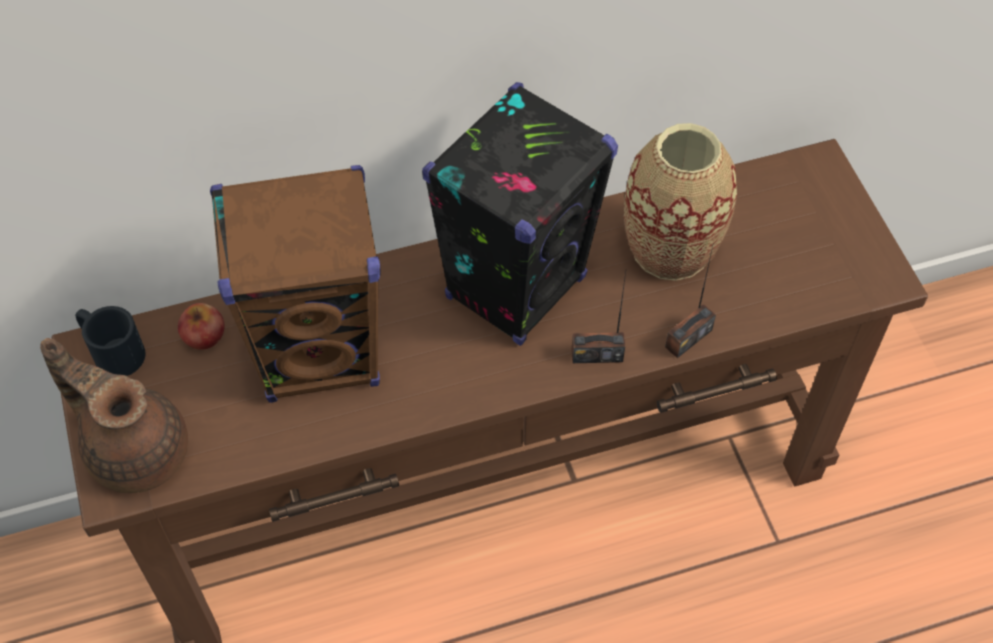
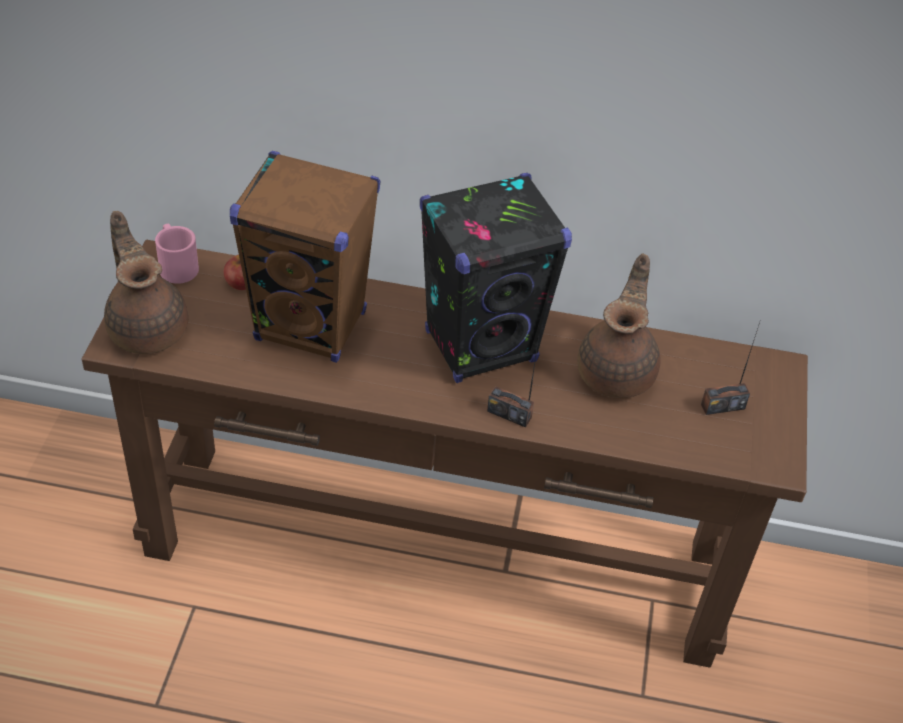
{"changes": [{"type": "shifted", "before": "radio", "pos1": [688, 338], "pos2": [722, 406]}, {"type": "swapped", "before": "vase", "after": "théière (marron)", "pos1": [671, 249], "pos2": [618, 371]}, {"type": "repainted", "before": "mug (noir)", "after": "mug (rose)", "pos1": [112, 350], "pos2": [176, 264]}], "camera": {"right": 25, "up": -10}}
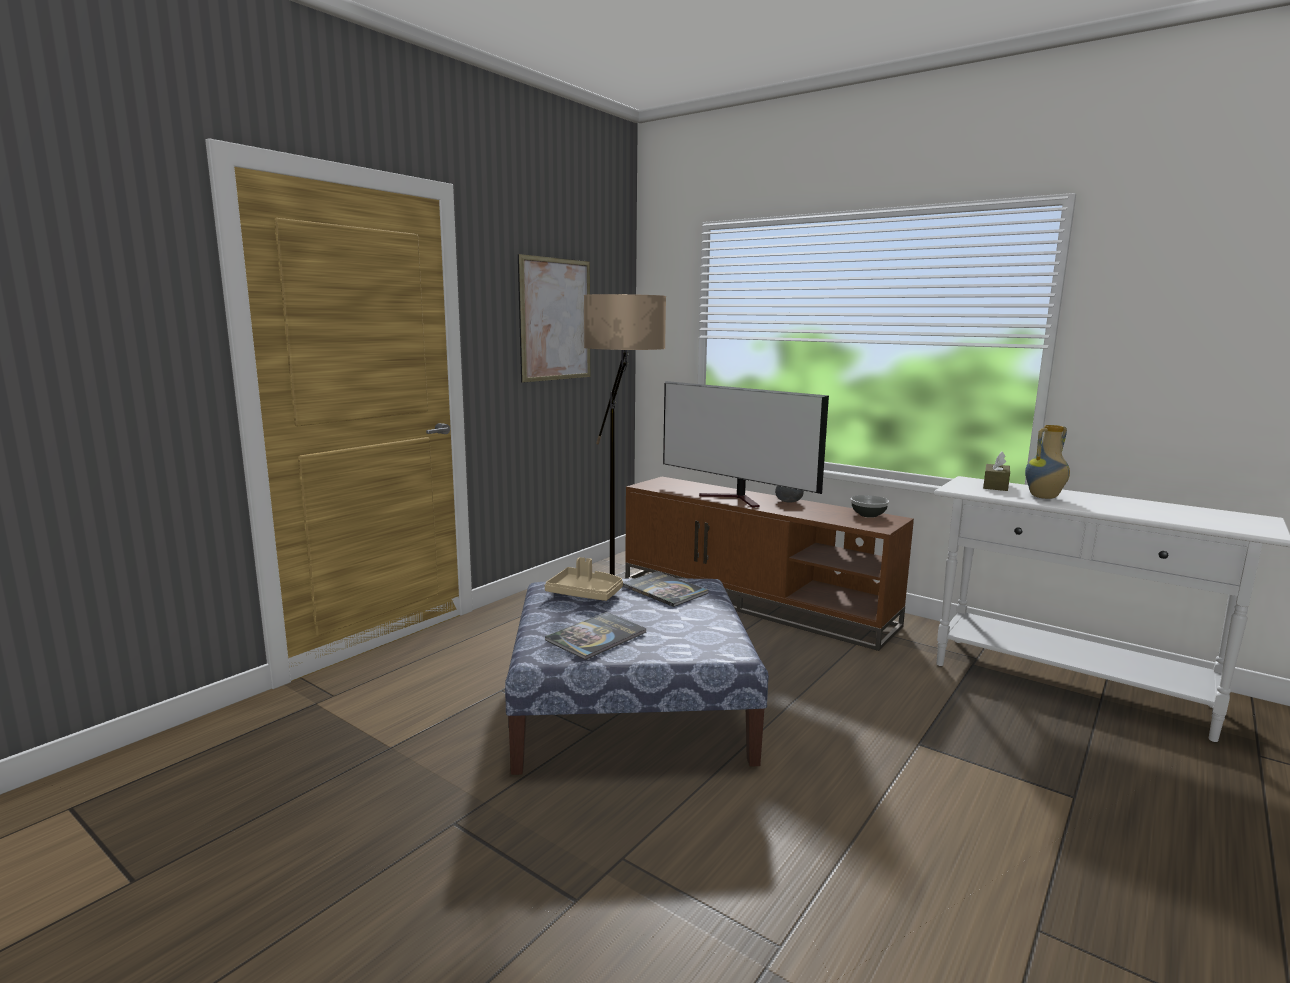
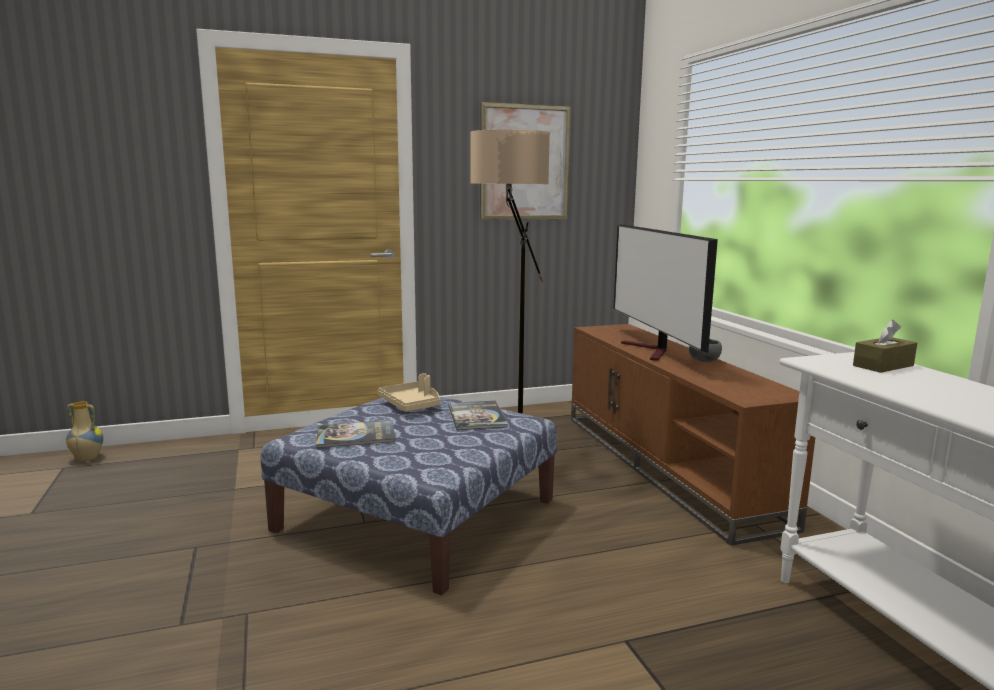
{"changes": [{"type": "gone", "before": "bol", "pos1": [868, 515]}, {"type": "shifted", "before": "vase", "pos1": [1044, 497], "pos2": [86, 459]}], "camera": {"right": 35, "up": 0}}
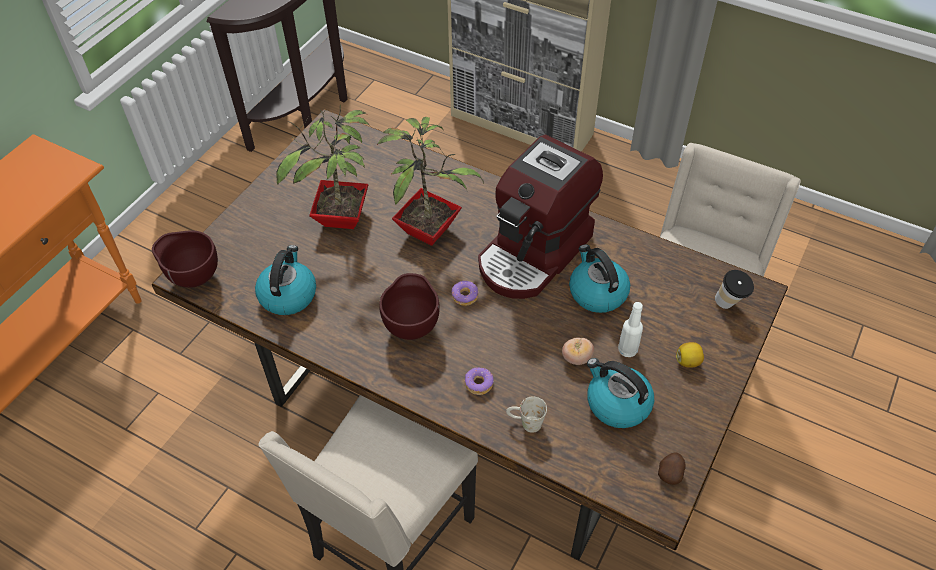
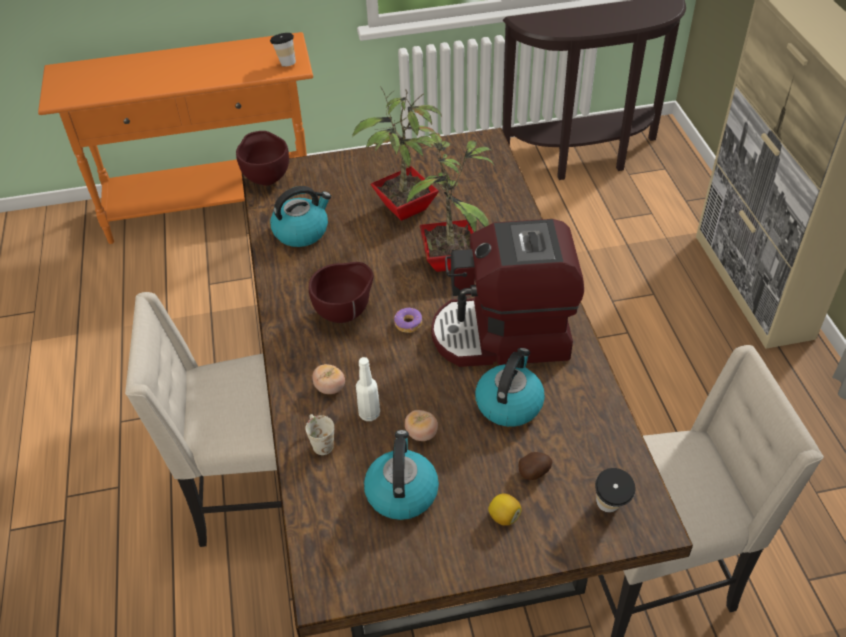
{"changes": [{"type": "new", "after": "tasse", "pos2": [285, 63]}, {"type": "shifted", "before": "bouteille (blanc)", "pos1": [627, 350], "pos2": [369, 414]}, {"type": "shifted", "before": "pomme de terre", "pos1": [670, 473], "pos2": [534, 472]}, {"type": "swapped", "before": "beignet", "after": "tomate", "pos1": [478, 384], "pos2": [330, 388]}], "camera": {"right": 50, "up": -5}}
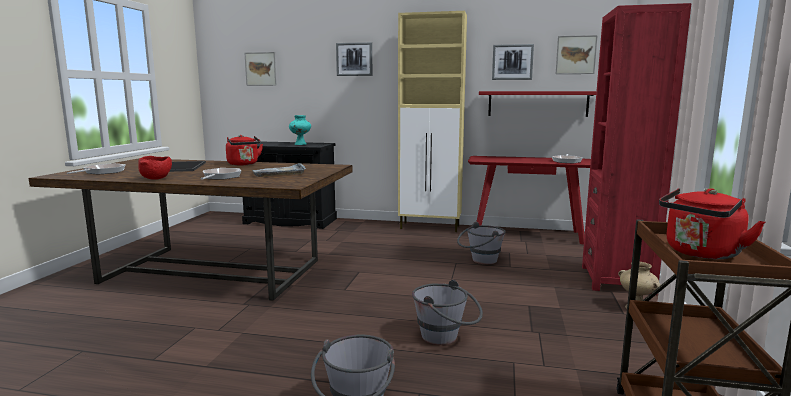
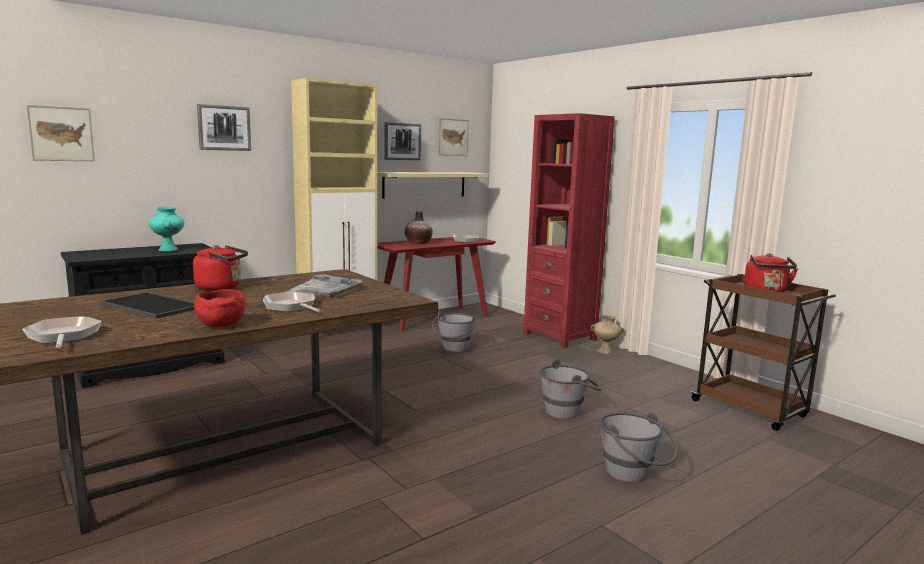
{"changes": [{"type": "new", "after": "vase", "pos2": [418, 243]}, {"type": "repainted", "before": "étagère (rouge)", "after": "étagère (beige)", "pos1": [537, 103], "pos2": [424, 184]}], "camera": {"right": -50, "up": 0}}
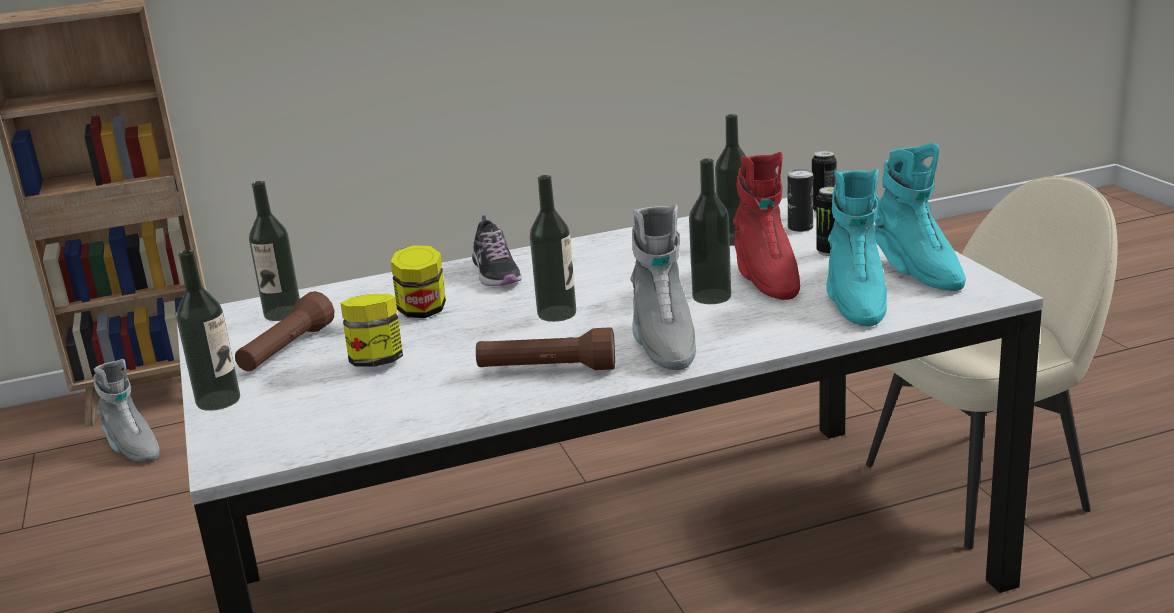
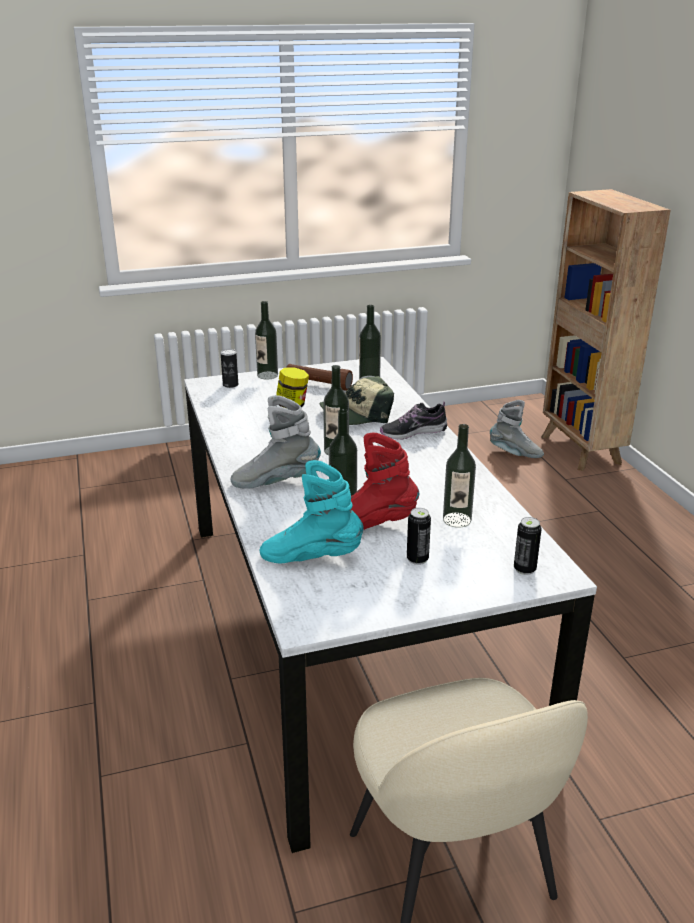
{"changes": [{"type": "gone", "before": "lampe de poche (marron)", "pos1": [547, 370]}, {"type": "gone", "before": "botte (turquoise)", "pos1": [916, 272]}, {"type": "shifted", "before": "boîte métallique", "pos1": [800, 228], "pos2": [230, 385]}, {"type": "swapped", "before": "bocal", "after": "casquette", "pos1": [422, 311], "pos2": [356, 413]}, {"type": "rotated", "before": "botte (gris)", "pos1": [132, 448], "pos2": [515, 453], "turn": -120}], "camera": {"right": 90, "up": 5}}
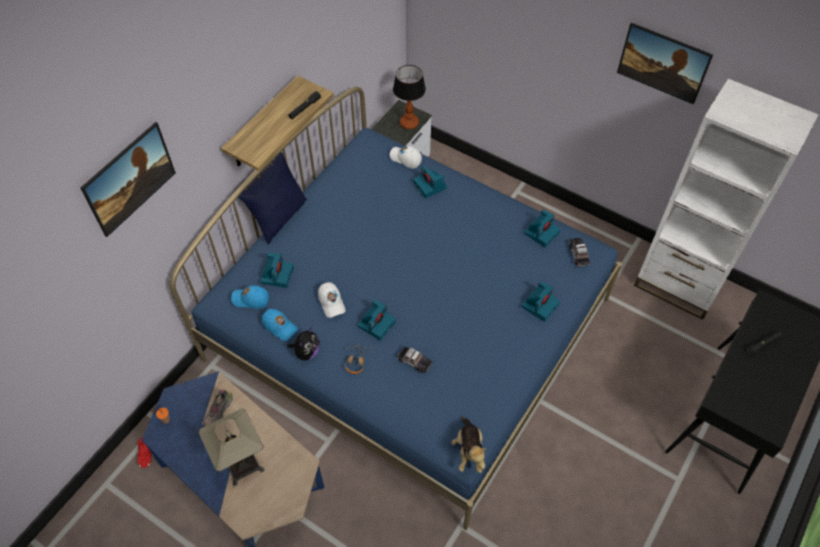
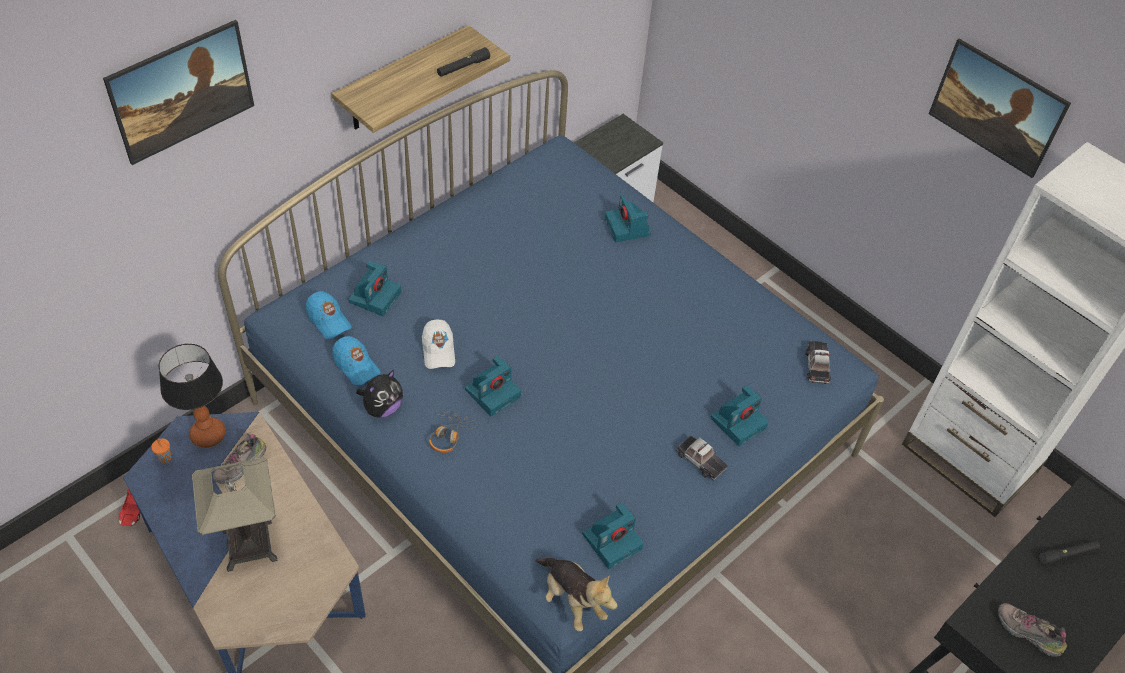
{"changes": [{"type": "gone", "before": "coussin (bleu)", "pos1": [278, 218]}, {"type": "gone", "before": "casquette (blanc)", "pos1": [406, 159]}, {"type": "new", "after": "chaussure", "pos2": [1027, 633]}, {"type": "shifted", "before": "lampe de table", "pos1": [409, 123], "pos2": [209, 435]}, {"type": "shifted", "before": "petite voiture", "pos1": [414, 361], "pos2": [700, 460]}, {"type": "shifted", "before": "appareil photo", "pos1": [541, 232], "pos2": [613, 540]}, {"type": "rotated", "before": "casquette (bleu)", "pos1": [251, 299], "pos2": [328, 320], "turn": -150}, {"type": "rotated", "before": "peluche", "pos1": [469, 451], "pos2": [572, 600], "turn": -45}], "camera": {"right": 10, "up": -5}}
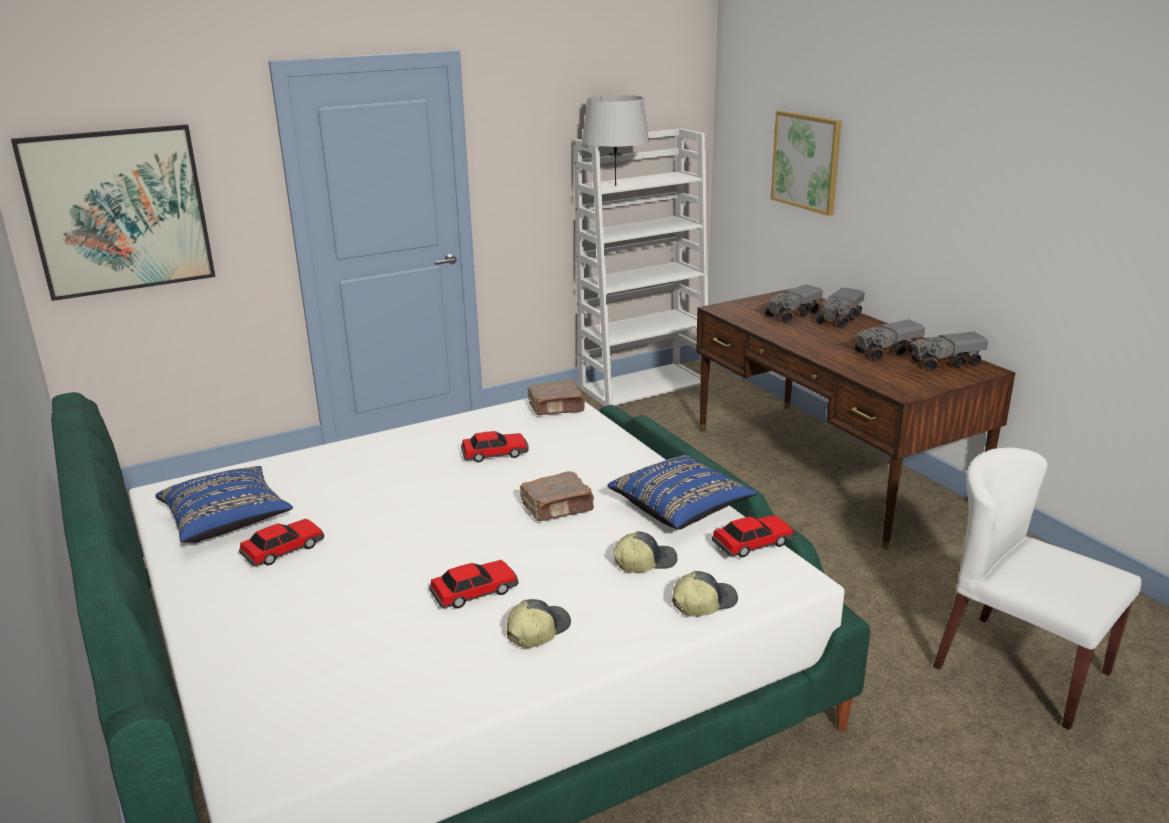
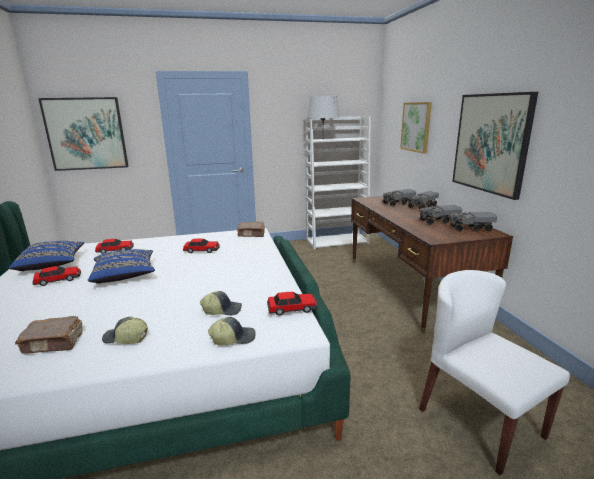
{"changes": [{"type": "new", "after": "tableau", "pos2": [491, 143]}, {"type": "shifted", "before": "petite voiture", "pos1": [475, 592], "pos2": [115, 250]}, {"type": "shifted", "before": "livre (marron)", "pos1": [558, 508], "pos2": [54, 343]}, {"type": "shifted", "before": "coussin (bleu)", "pos1": [681, 508], "pos2": [125, 275]}, {"type": "rotated", "before": "casquette", "pos1": [537, 631], "pos2": [125, 339], "turn": -135}], "camera": {"right": 15, "up": -5}}
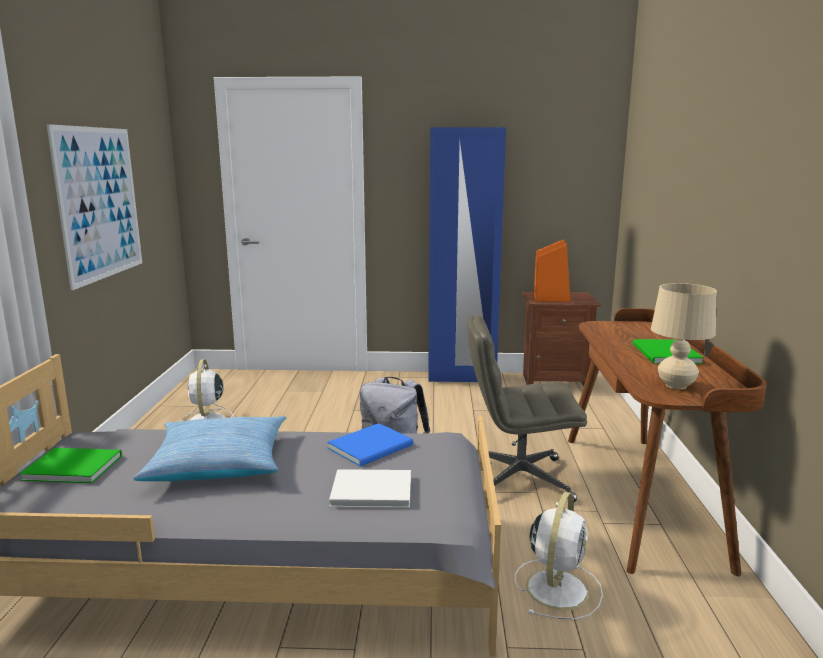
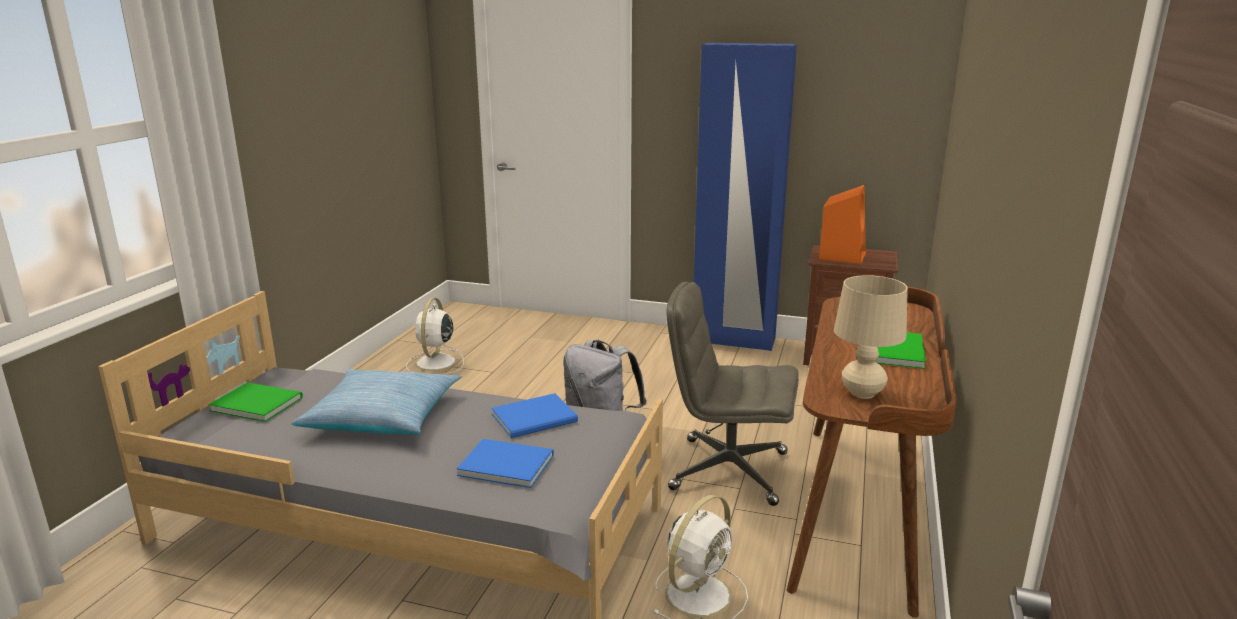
{"changes": [{"type": "gone", "before": "tableau", "pos1": [100, 203]}, {"type": "repainted", "before": "livre (blanc)", "after": "livre (bleu)", "pos1": [369, 489], "pos2": [504, 464]}], "camera": {"right": 15, "up": 5}}
